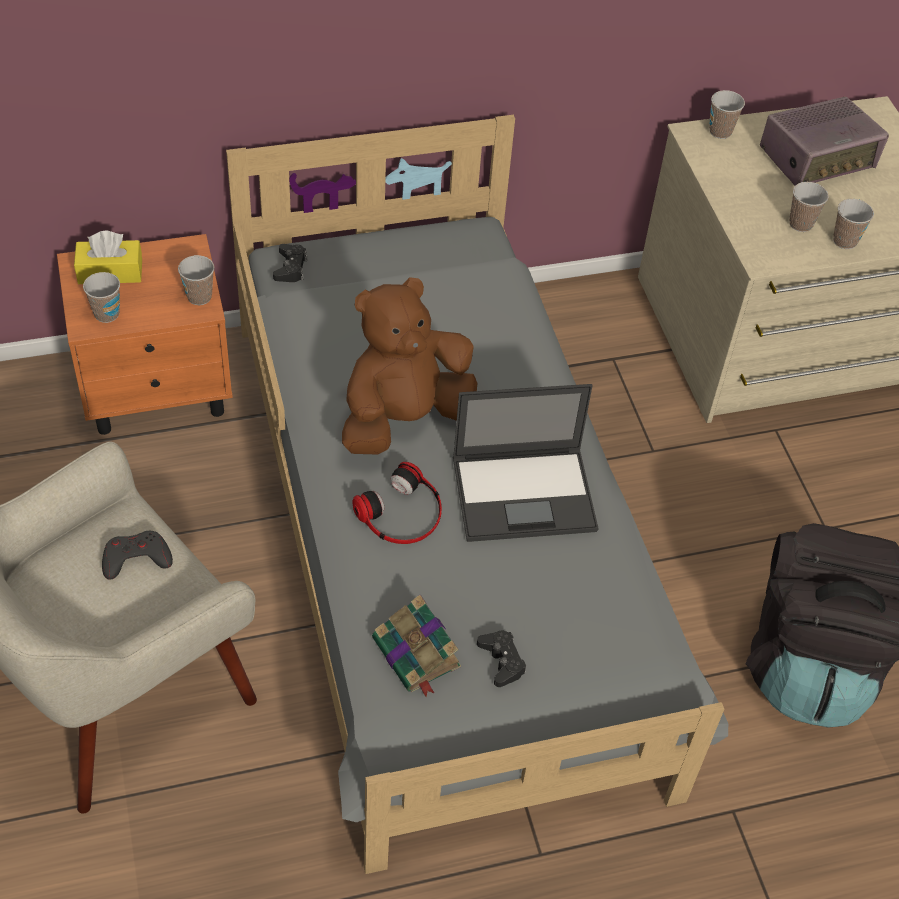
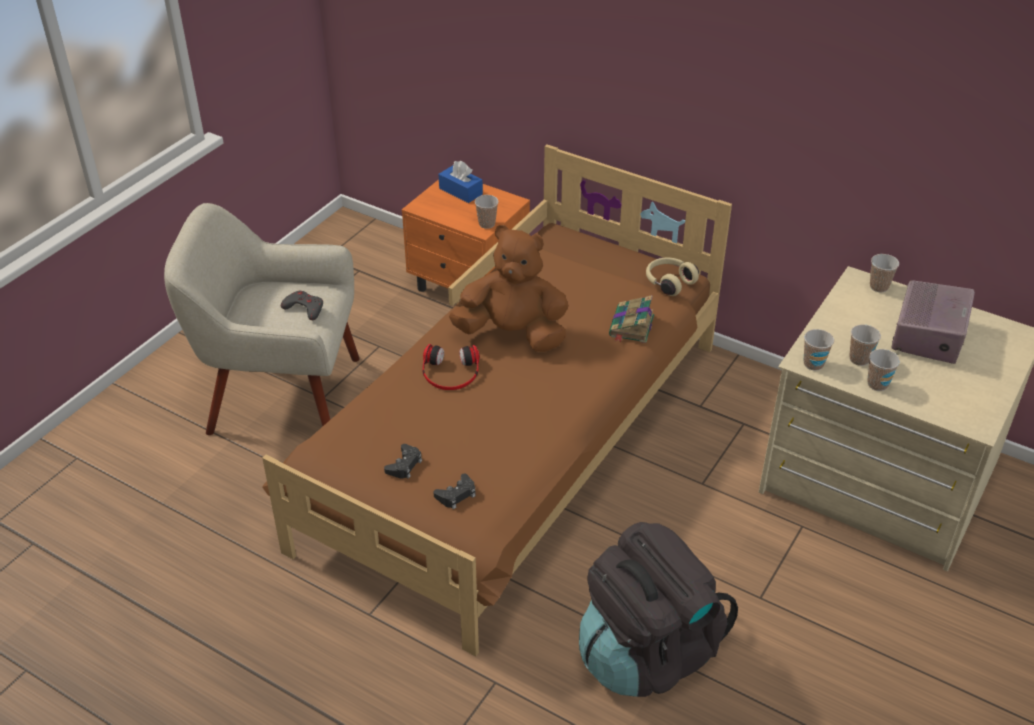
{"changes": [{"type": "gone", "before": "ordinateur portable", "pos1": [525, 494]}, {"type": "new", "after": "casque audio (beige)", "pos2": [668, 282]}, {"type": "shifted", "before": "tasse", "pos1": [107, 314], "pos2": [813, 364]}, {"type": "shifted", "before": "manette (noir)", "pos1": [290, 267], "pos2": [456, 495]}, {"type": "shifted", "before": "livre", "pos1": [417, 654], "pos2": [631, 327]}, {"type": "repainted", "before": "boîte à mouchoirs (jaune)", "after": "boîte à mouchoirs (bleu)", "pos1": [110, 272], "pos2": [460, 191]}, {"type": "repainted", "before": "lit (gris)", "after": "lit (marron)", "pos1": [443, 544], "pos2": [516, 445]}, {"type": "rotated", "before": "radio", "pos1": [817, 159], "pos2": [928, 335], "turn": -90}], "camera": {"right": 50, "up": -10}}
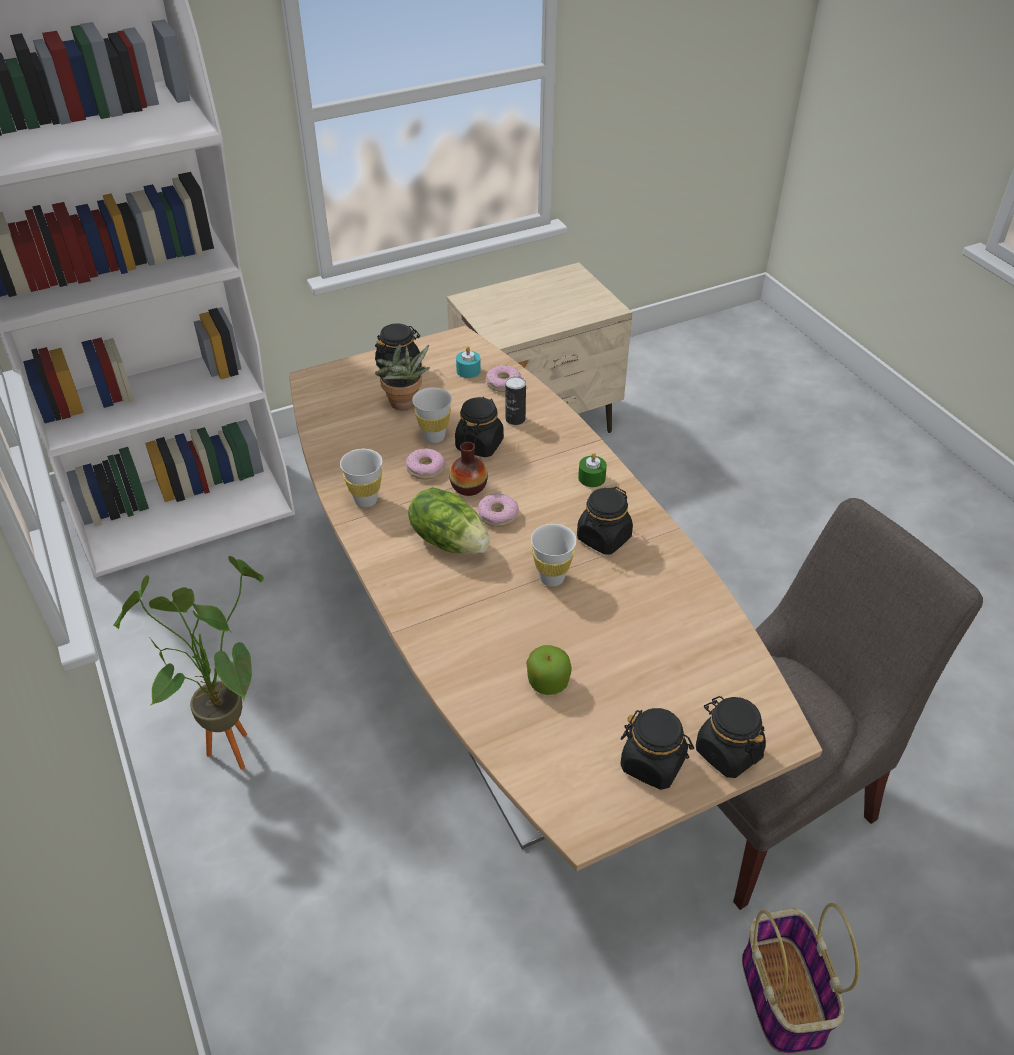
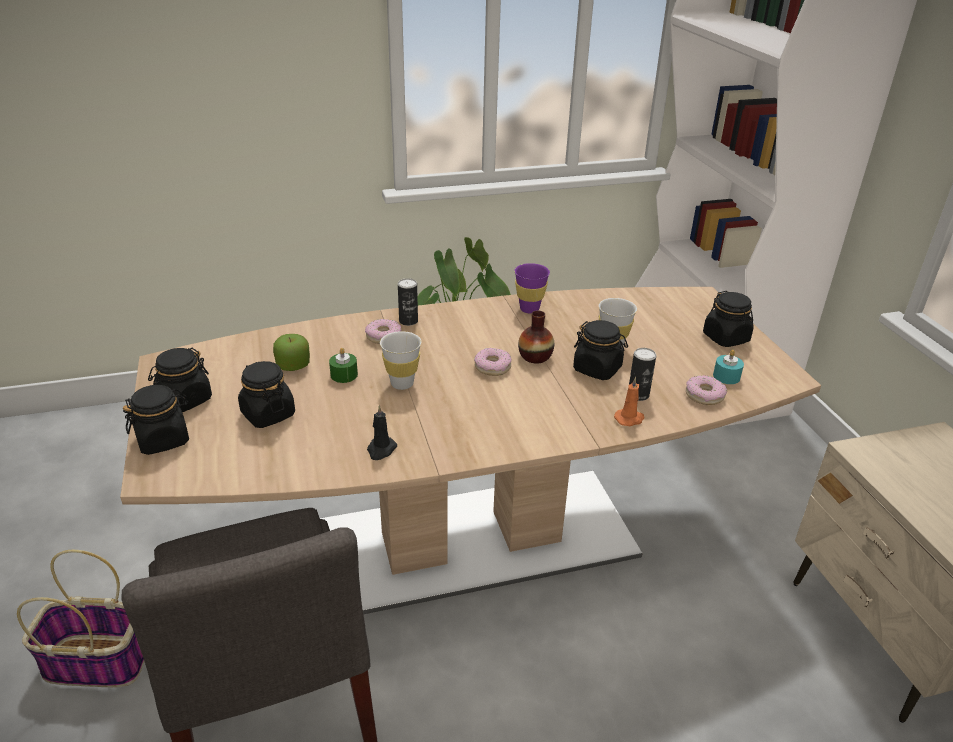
{"changes": [{"type": "gone", "before": "plante en pot", "pos1": [404, 405]}, {"type": "gone", "before": "laitue", "pos1": [449, 540]}, {"type": "new", "after": "bougie (noir)", "pos2": [381, 450]}, {"type": "new", "after": "boîte métallique", "pos2": [408, 321]}, {"type": "new", "after": "bougie (orange)", "pos2": [629, 419]}, {"type": "shifted", "before": "beignet", "pos1": [425, 469], "pos2": [383, 336]}, {"type": "shifted", "before": "bocal (noir)", "pos1": [603, 538], "pos2": [268, 414]}, {"type": "shifted", "before": "bougie (vert)", "pos1": [591, 478], "pos2": [344, 375]}, {"type": "repainted", "before": "tasse (blanc)", "after": "tasse (violet)", "pos1": [366, 500], "pos2": [529, 309]}], "camera": {"right": 100, "up": -10}}
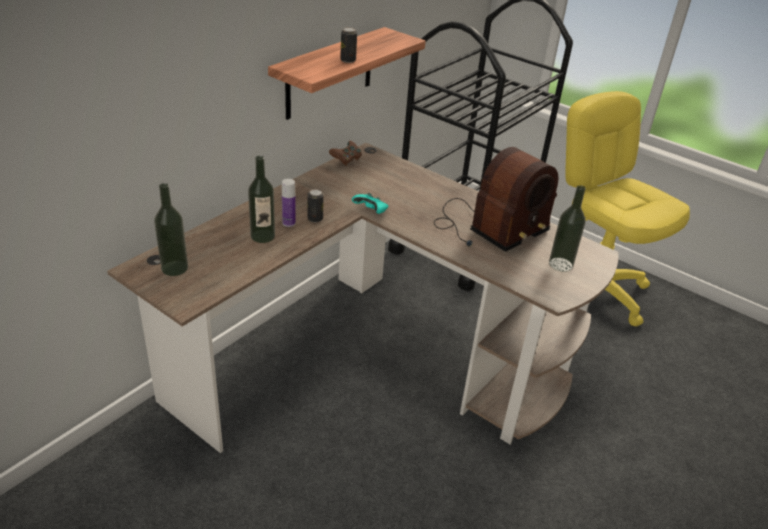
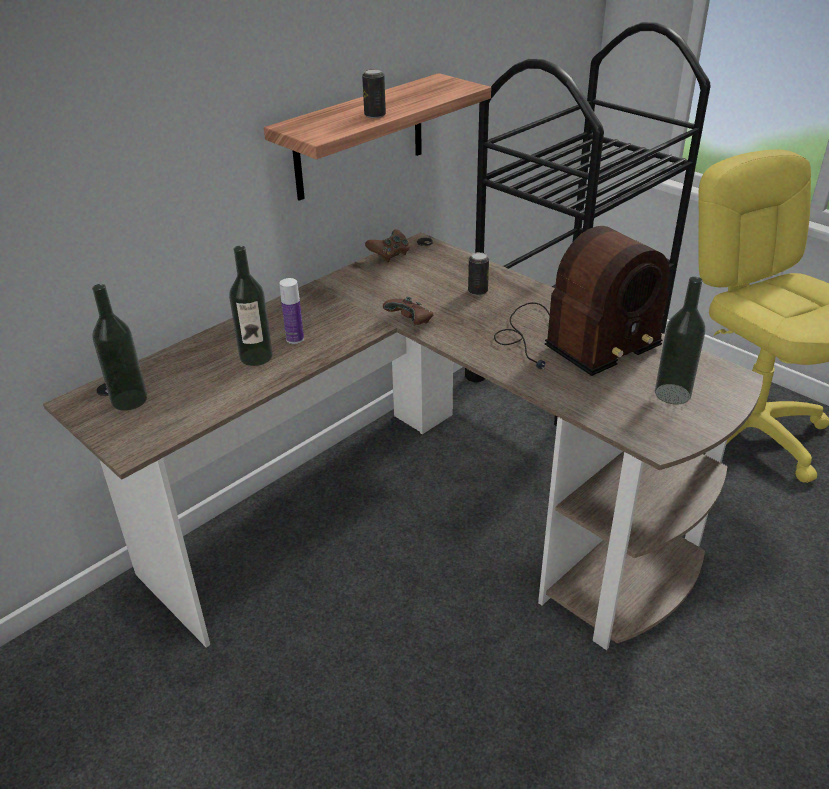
{"changes": [{"type": "shifted", "before": "boîte métallique", "pos1": [315, 219], "pos2": [477, 291]}, {"type": "repainted", "before": "manette (turquoise)", "after": "manette (marron)", "pos1": [371, 211], "pos2": [410, 322]}], "camera": {"right": 10, "up": 0}}
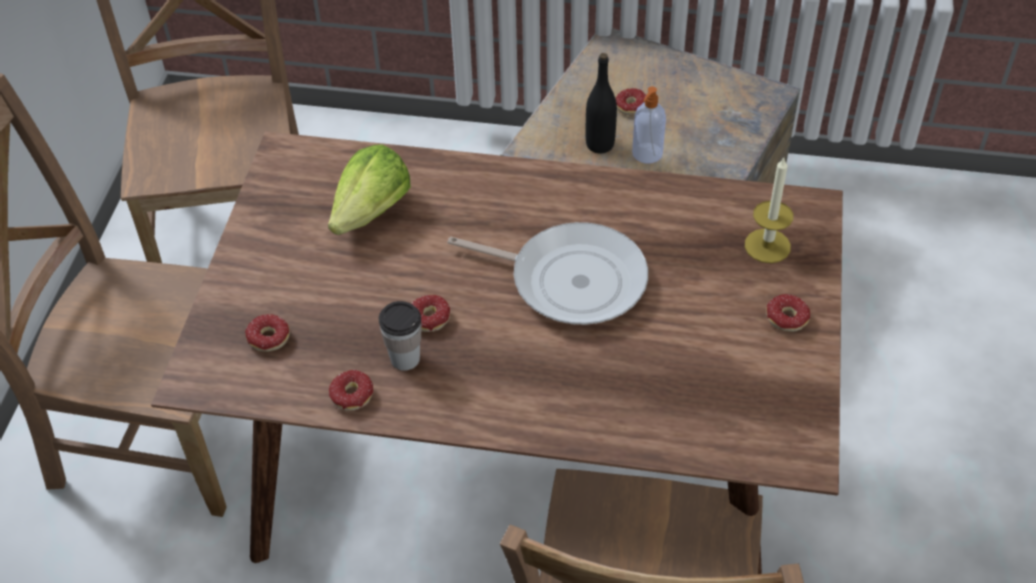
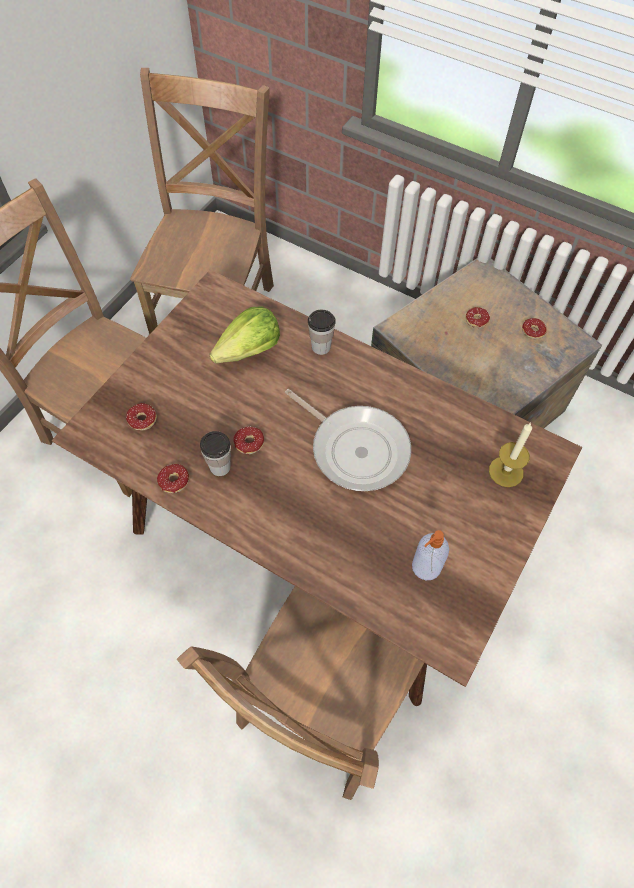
{"changes": [{"type": "gone", "before": "bouteille (noir)", "pos1": [600, 144]}, {"type": "new", "after": "tasse", "pos2": [321, 347]}, {"type": "shifted", "before": "distributeur de savon", "pos1": [646, 154], "pos2": [425, 567]}, {"type": "shifted", "before": "beignet", "pos1": [783, 323], "pos2": [529, 333]}], "camera": {"right": 20, "up": 10}}
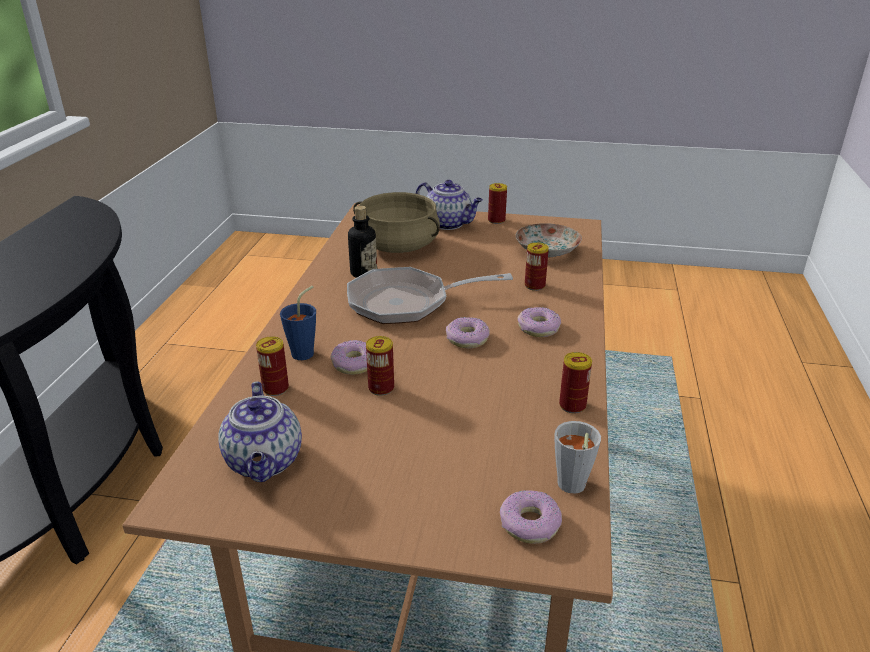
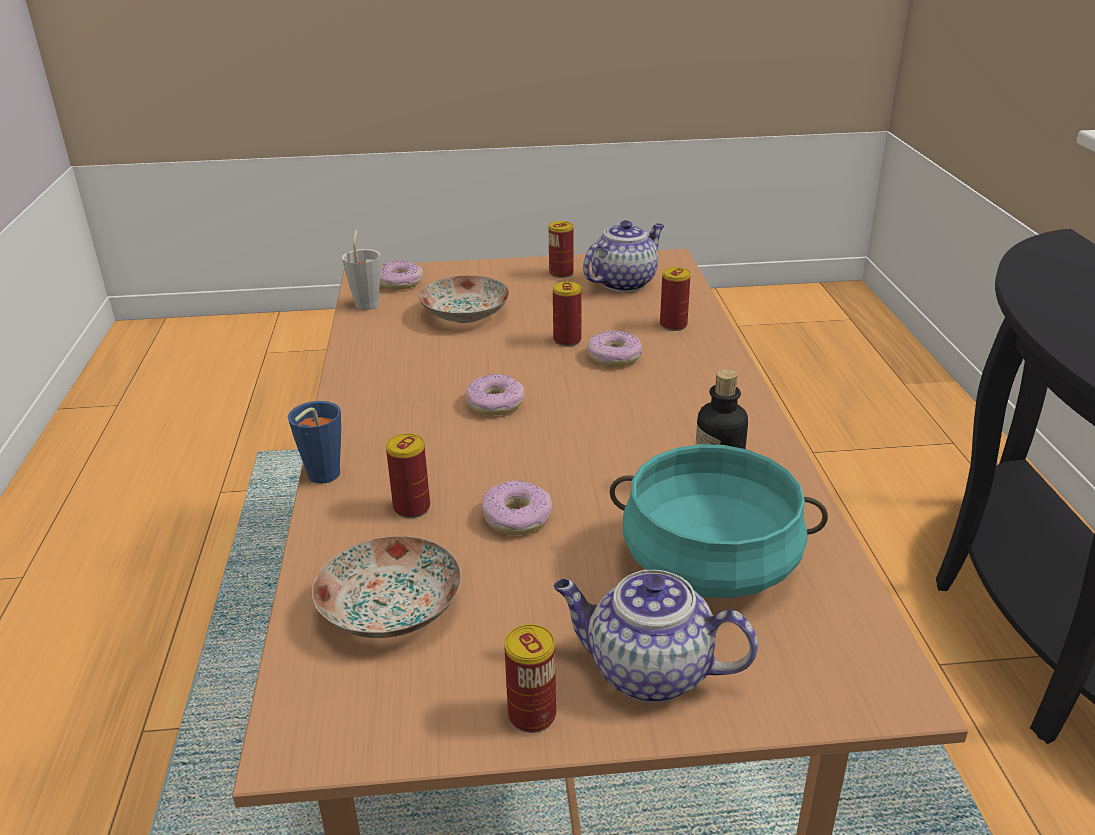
{"changes": [{"type": "gone", "before": "poêle", "pos1": [407, 302]}, {"type": "new", "after": "assiette", "pos2": [464, 314]}, {"type": "shifted", "before": "tasse (bleu)", "pos1": [306, 351], "pos2": [319, 478]}, {"type": "shifted", "before": "beignet", "pos1": [538, 328], "pos2": [517, 517]}, {"type": "shifted", "before": "boîte métallique", "pos1": [572, 405], "pos2": [561, 273]}, {"type": "repainted", "before": "marmite (beige)", "after": "marmite (turquoise)", "pos1": [397, 246], "pos2": [711, 563]}, {"type": "rotated", "before": "théière", "pos1": [265, 462], "pos2": [624, 282], "turn": 75}], "camera": {"right": 165, "up": 0}}
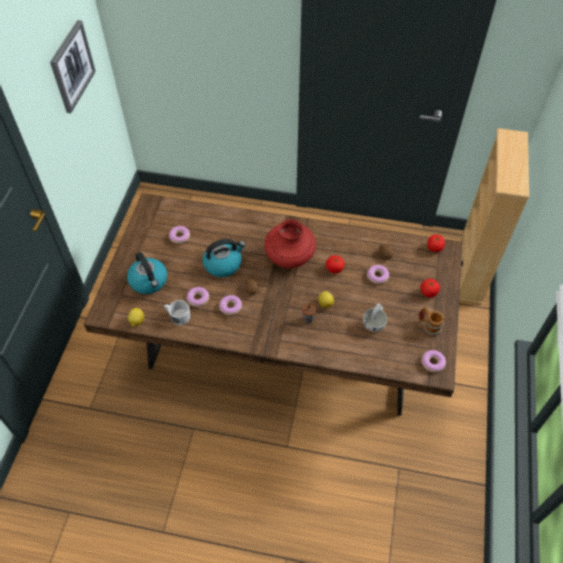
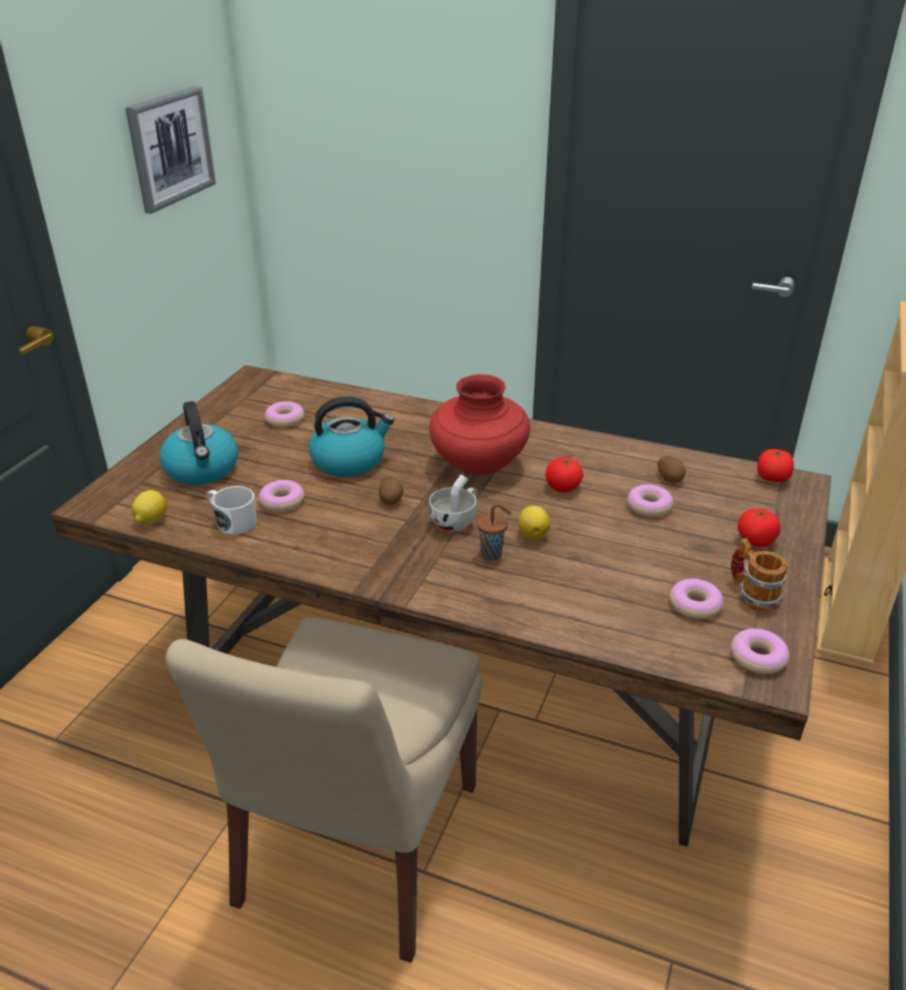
{"changes": [{"type": "new", "after": "chaise (beige)", "pos2": [355, 851]}, {"type": "shifted", "before": "beignet", "pos1": [230, 307], "pos2": [695, 605]}, {"type": "shifted", "before": "tasse (blanc)", "pos1": [375, 323], "pos2": [456, 521]}], "camera": {"right": 10, "up": -20}}
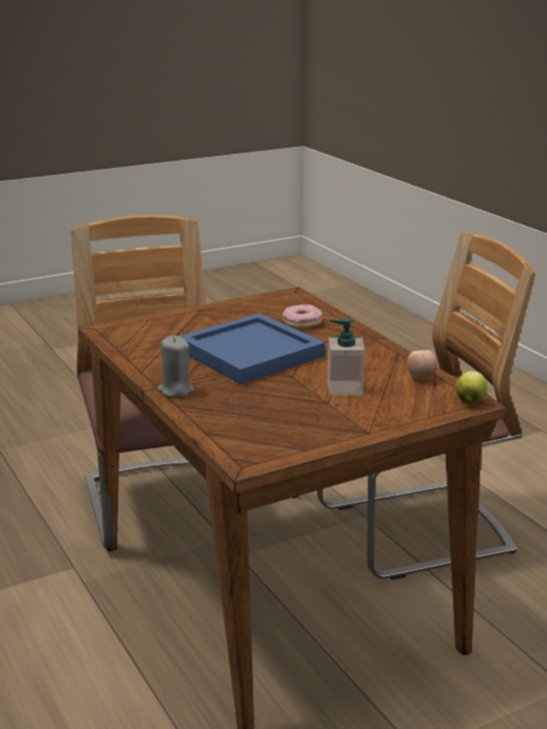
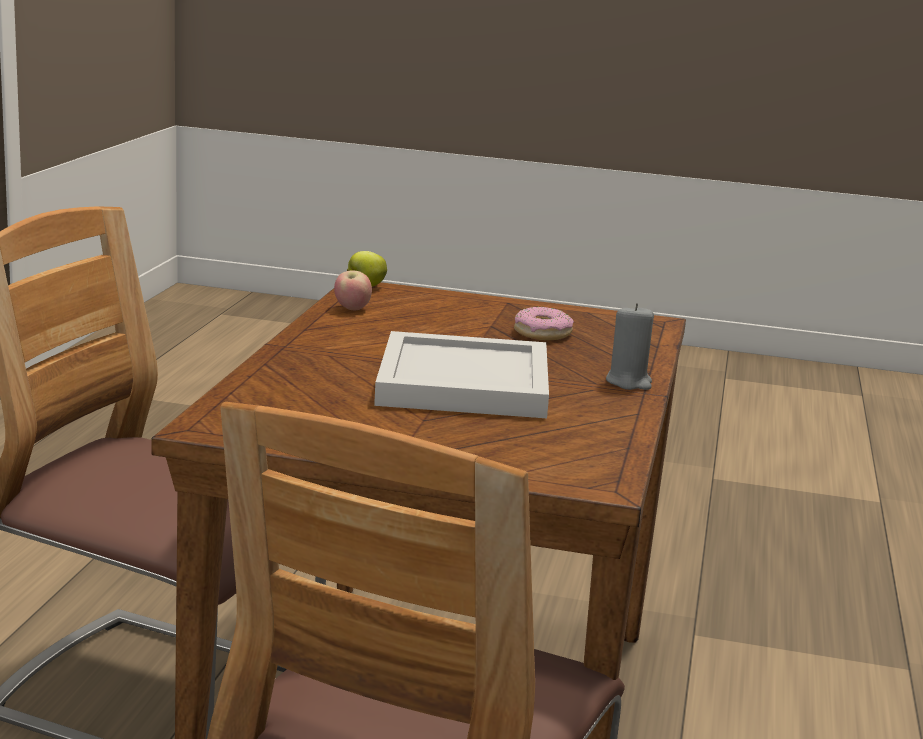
{"changes": [{"type": "gone", "before": "distributeur de savon", "pos1": [344, 388]}, {"type": "shifted", "before": "beignet", "pos1": [302, 323], "pos2": [542, 333]}, {"type": "repainted", "before": "plateau (bleu)", "after": "plateau (blanc)", "pos1": [251, 352], "pos2": [461, 384]}], "camera": {"right": -140, "up": -5}}
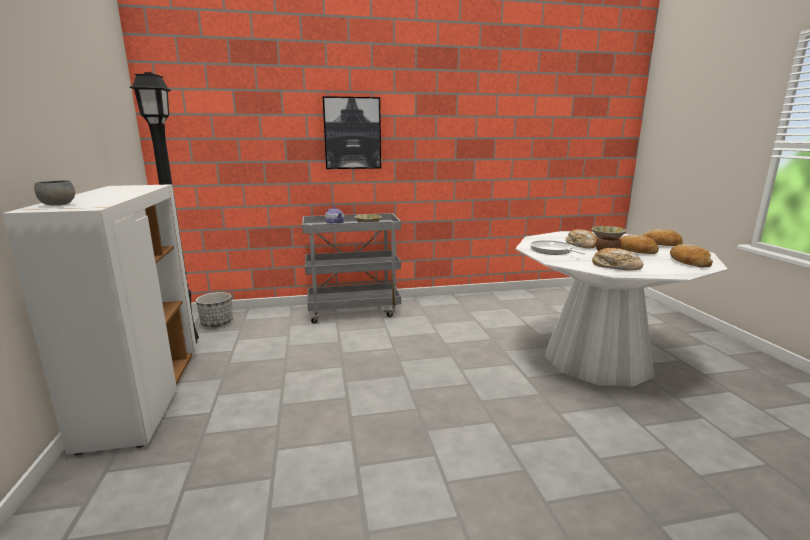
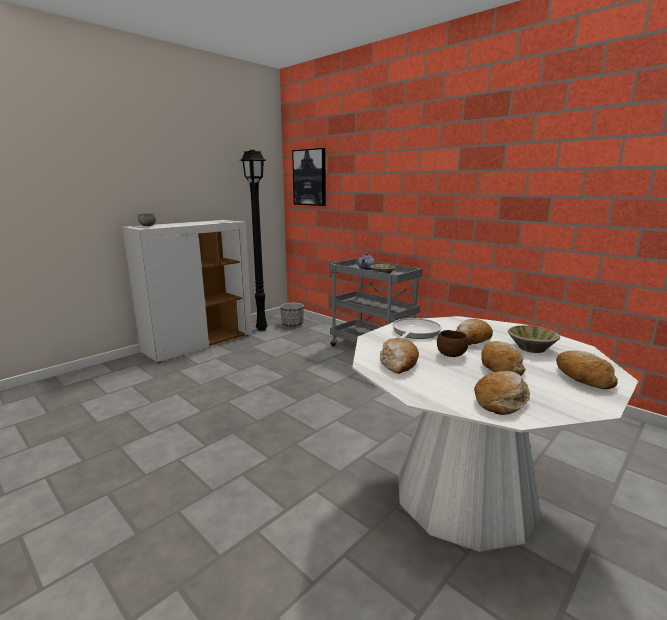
{"changes": [{"type": "shifted", "before": "tableau", "pos1": [352, 133], "pos2": [310, 177]}], "camera": {"right": 55, "up": 0}}
